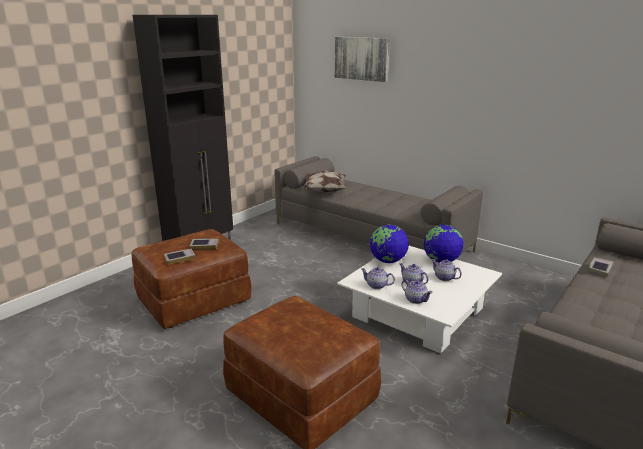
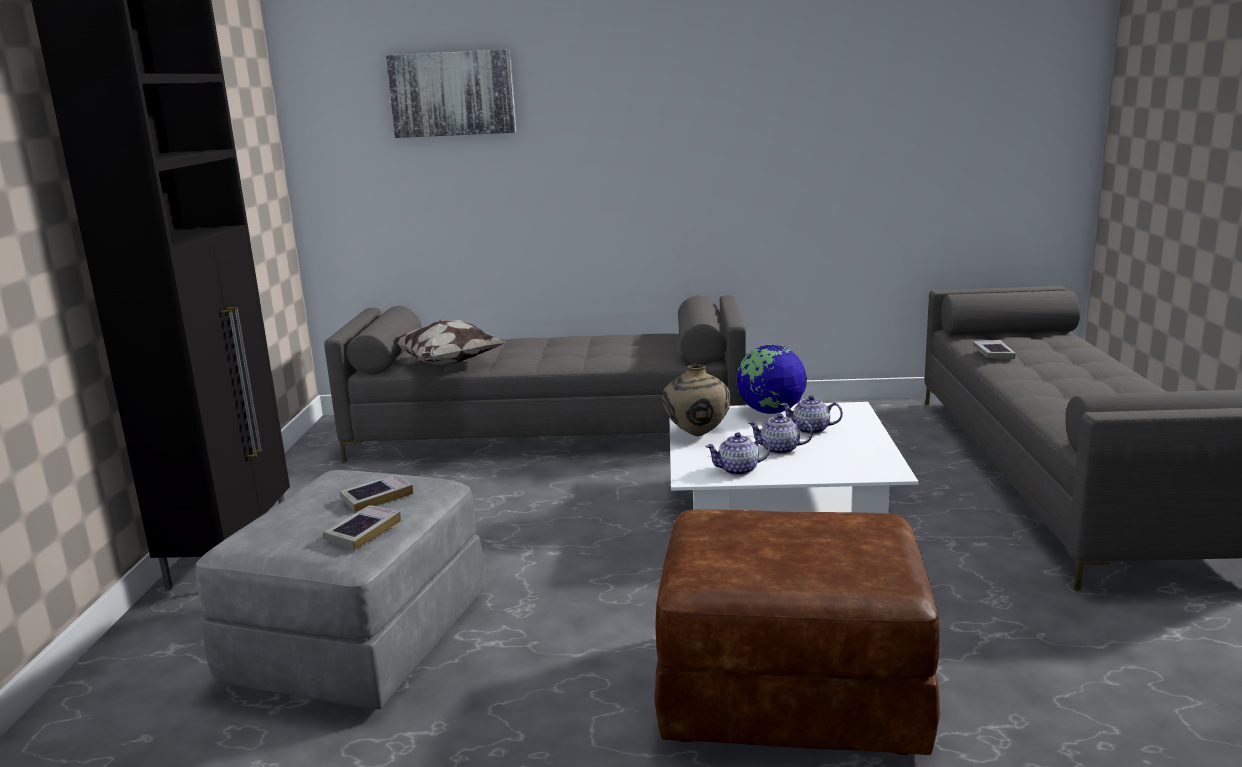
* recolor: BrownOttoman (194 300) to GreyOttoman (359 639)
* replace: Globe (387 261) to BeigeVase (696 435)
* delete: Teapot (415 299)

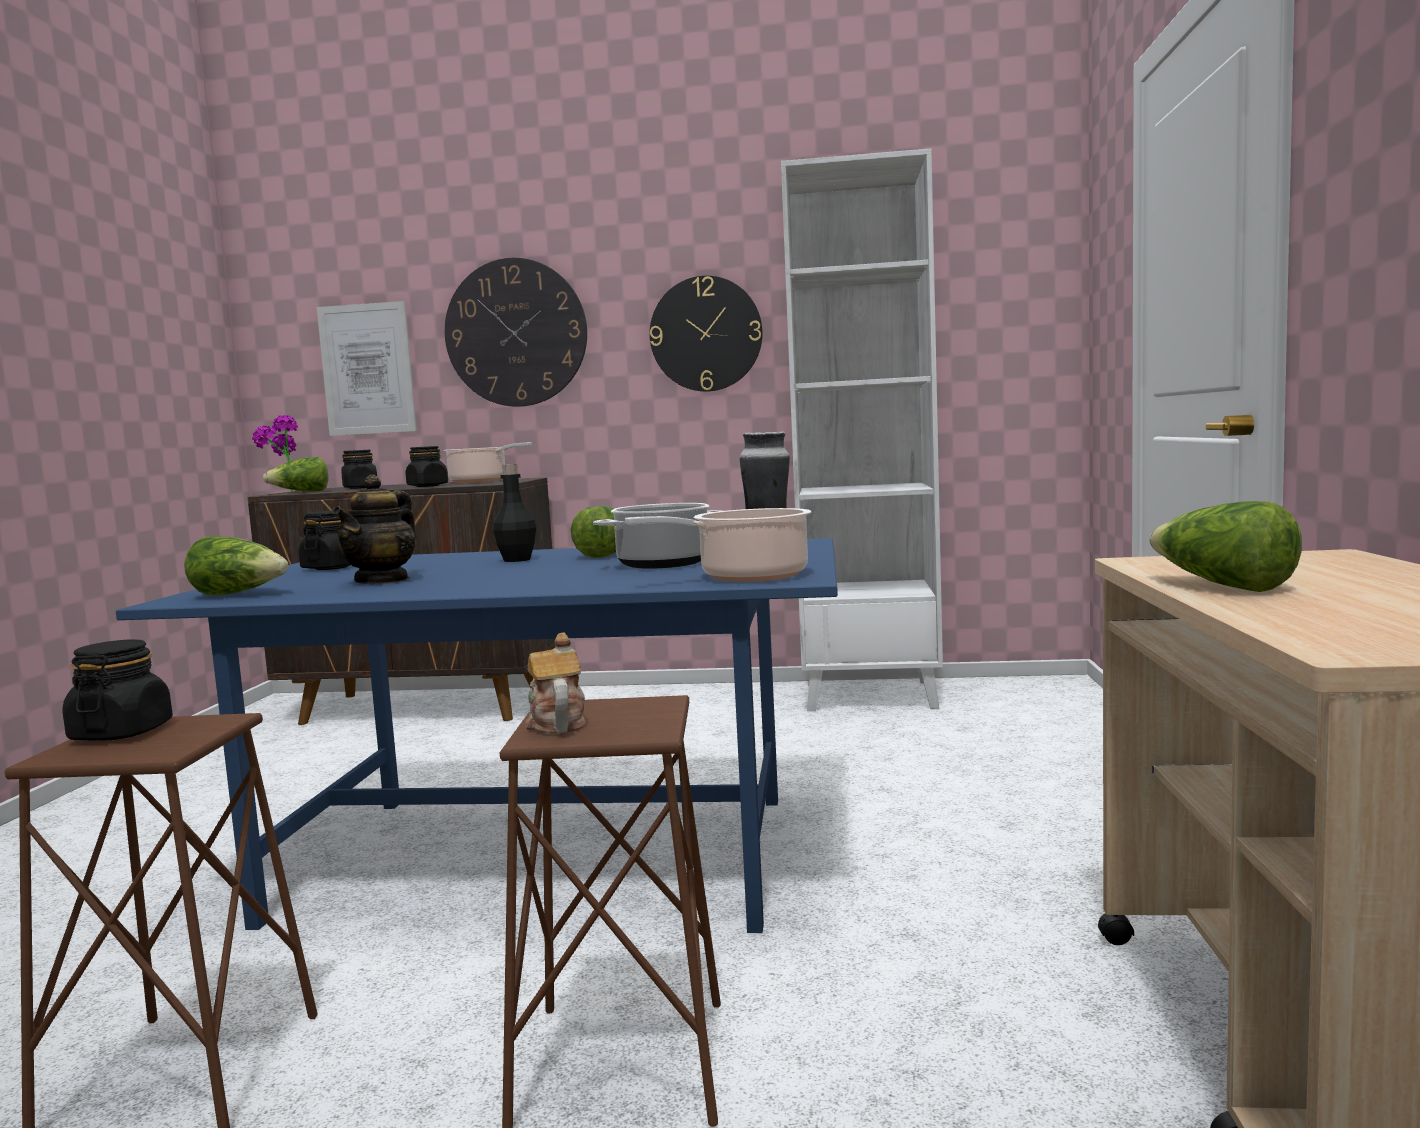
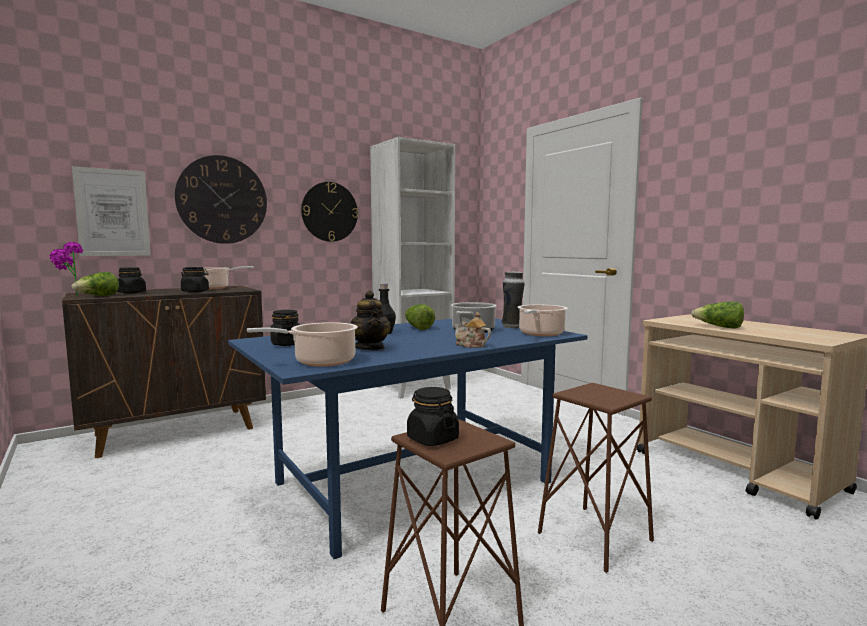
* replace: Lettuce (240 594) to CookingPot (320 362)
* move: Teapot (556 723) to (470 345)

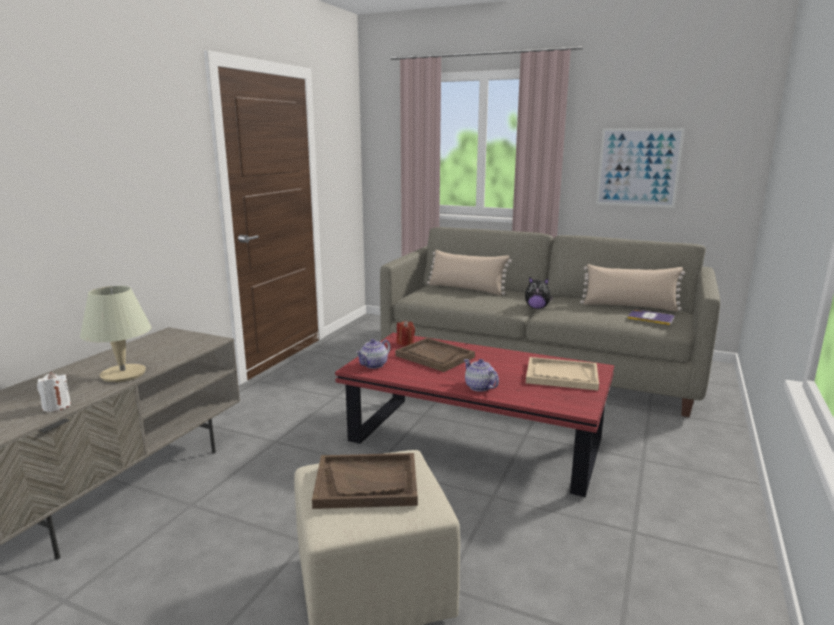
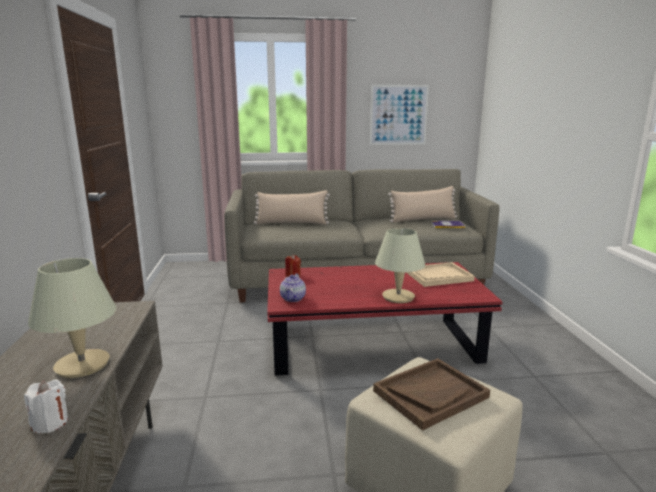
* delete: BrownTray (434 356)
* replace: Teapot (479 387) to BeigeTableLamp (398 297)
* delete: PlushToy (537 308)

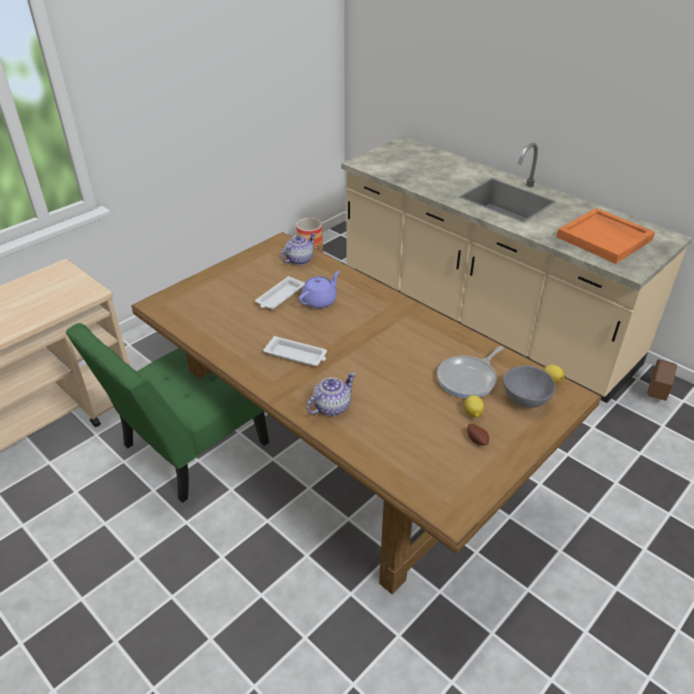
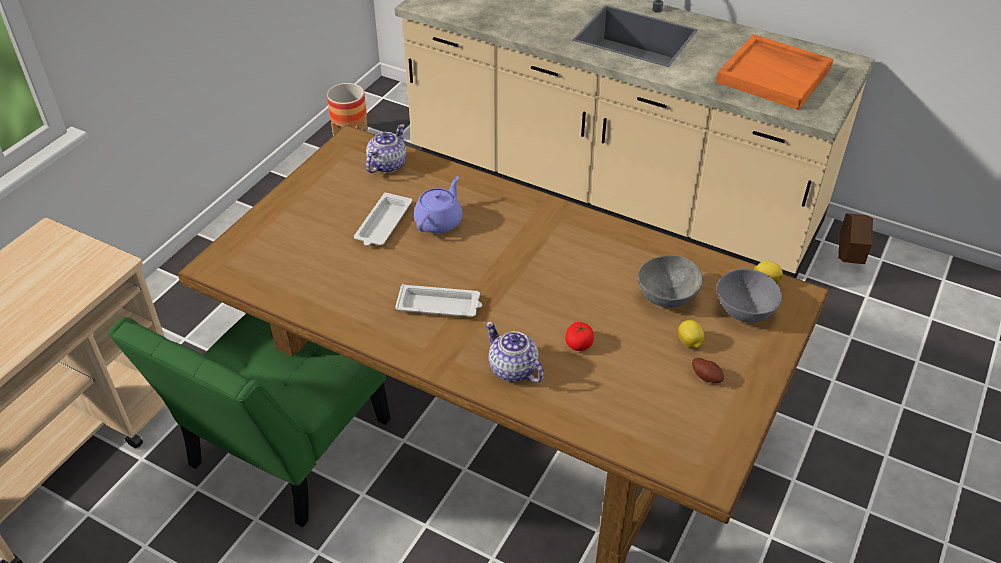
* rotate: Teapot (331 407) = (513 369) 75 degrees counterclockwise
* replace: FryingPan (468 379) to GreyBowl (668 297)
* insert: Tomato (579 344)

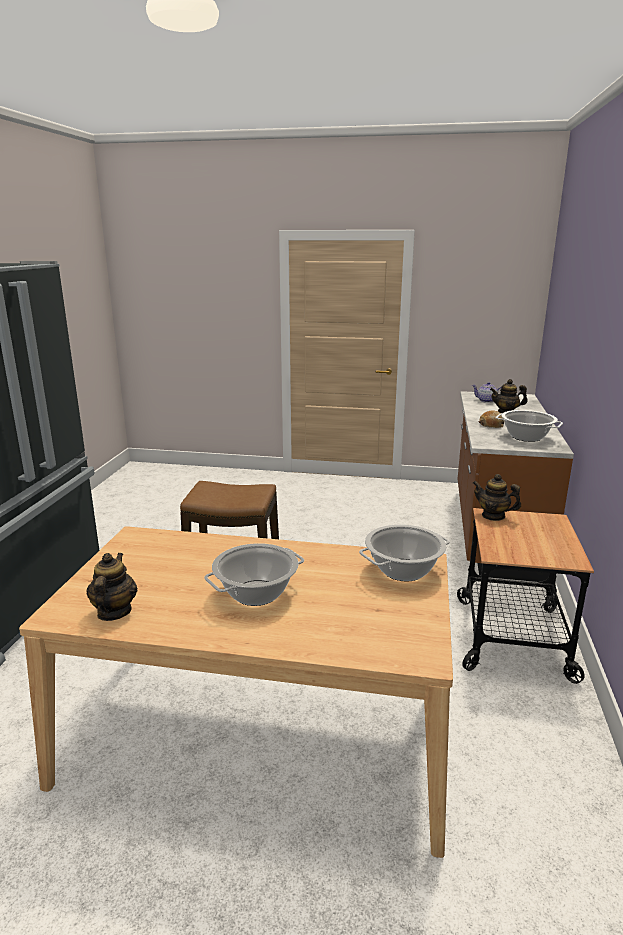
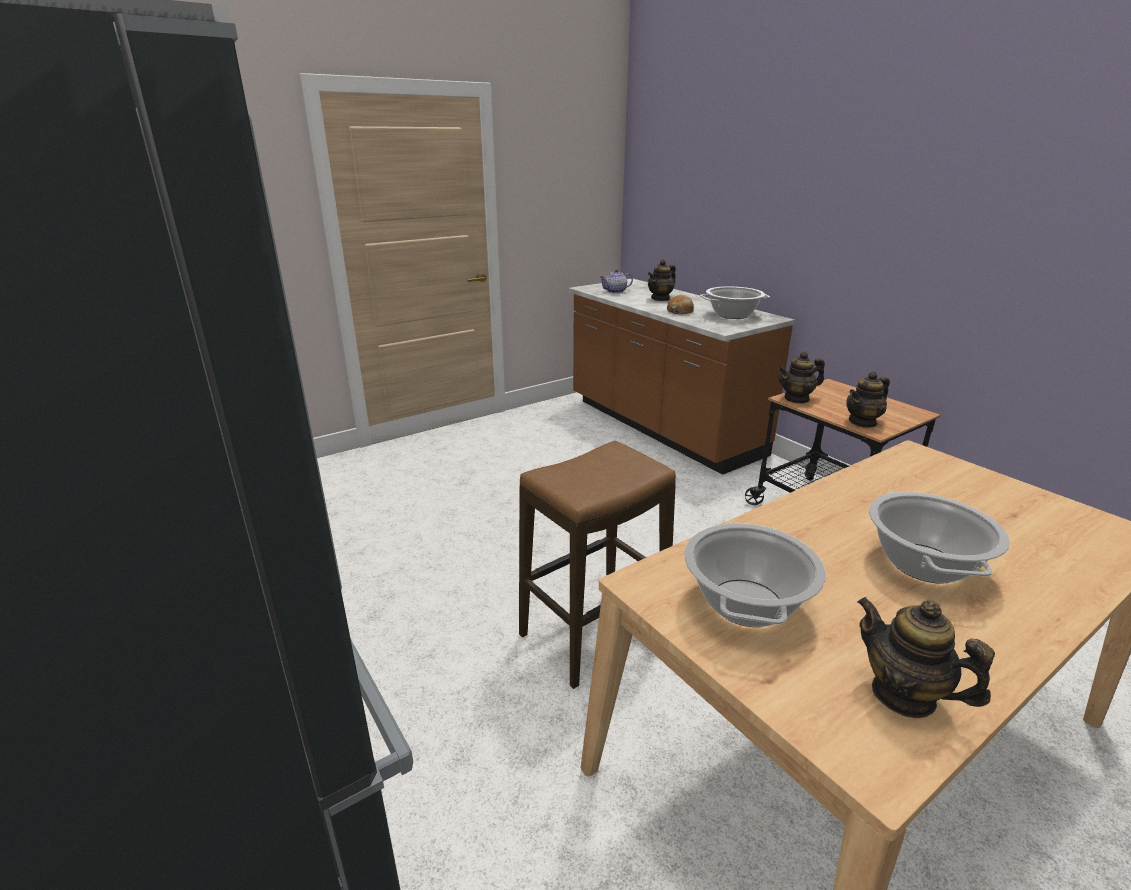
* move: CookingPot (403 570) to (747 604)
* insert: Teapot (862 422)

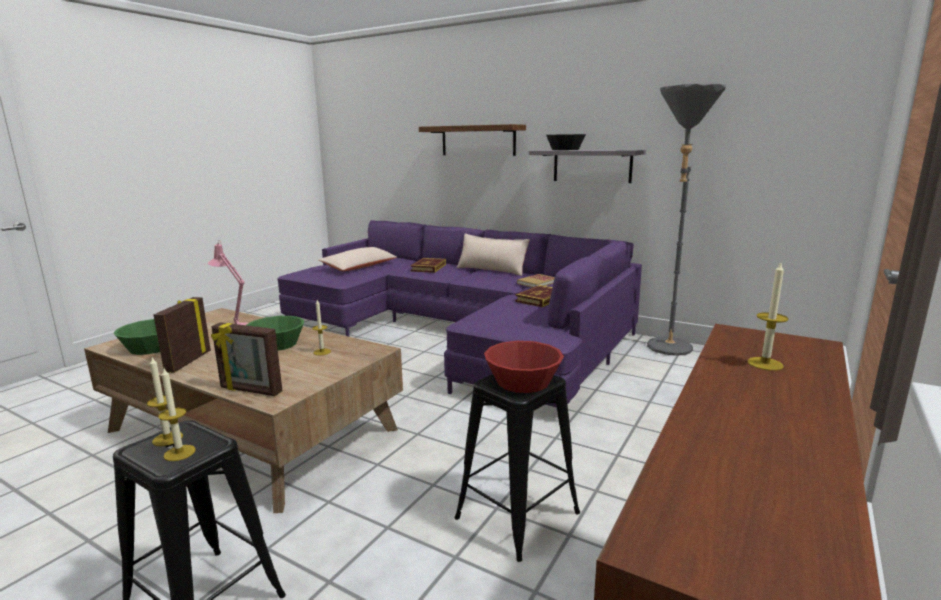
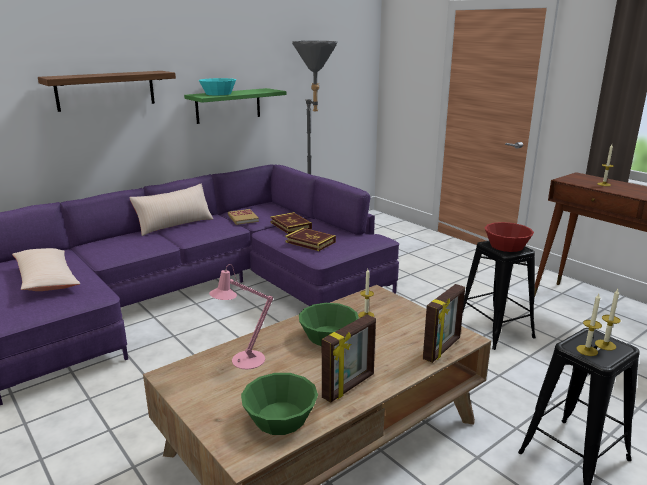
* rotate: PictureFrame (187 361) = (349 386) 75 degrees counterclockwise
* move: Book (428 268) to (310 242)
* recolor: GreyShelf (592 165) to GreenShelf (228 105)
* recolor: BlackBowl (565 149) to TurquoiseBowl (218 94)

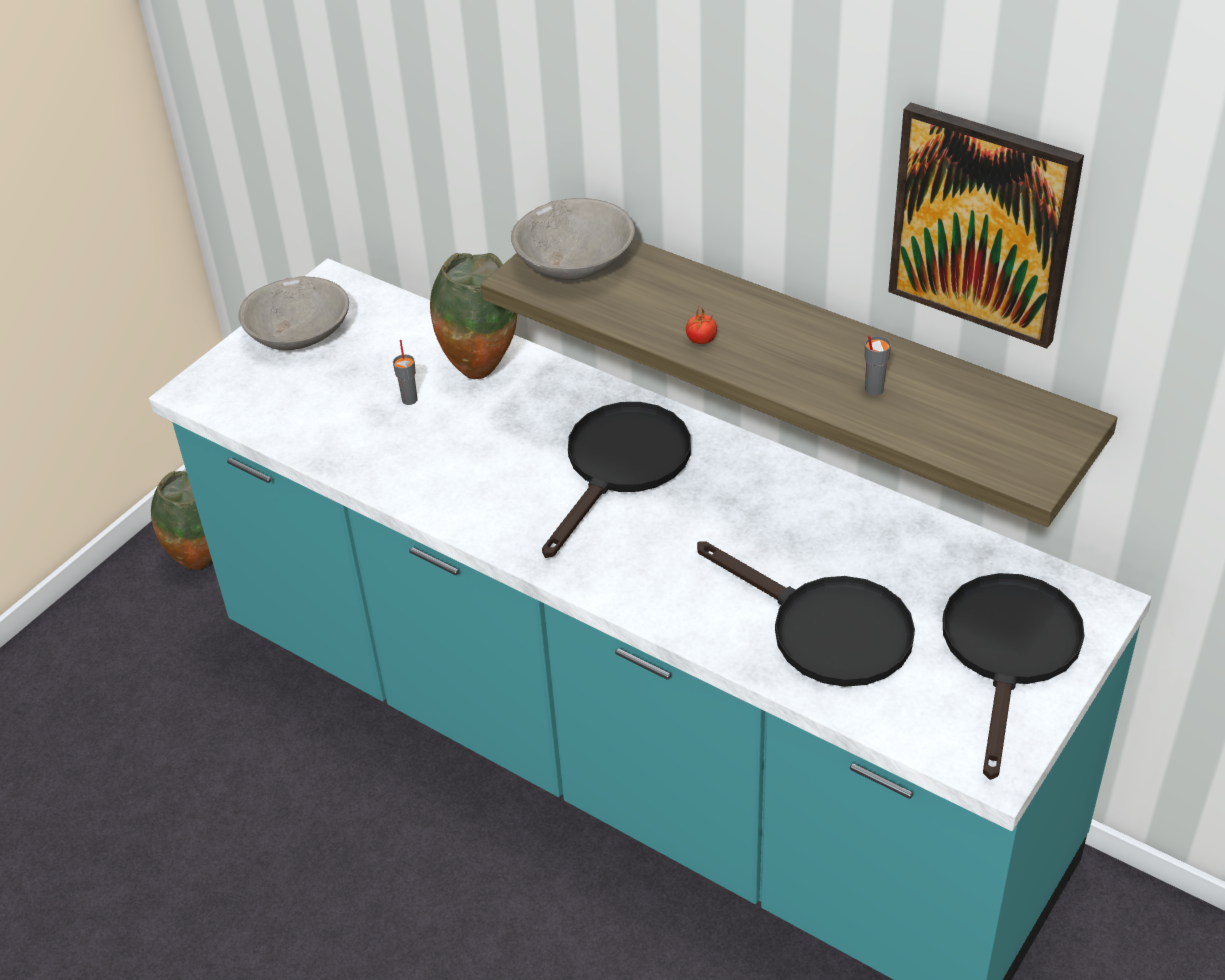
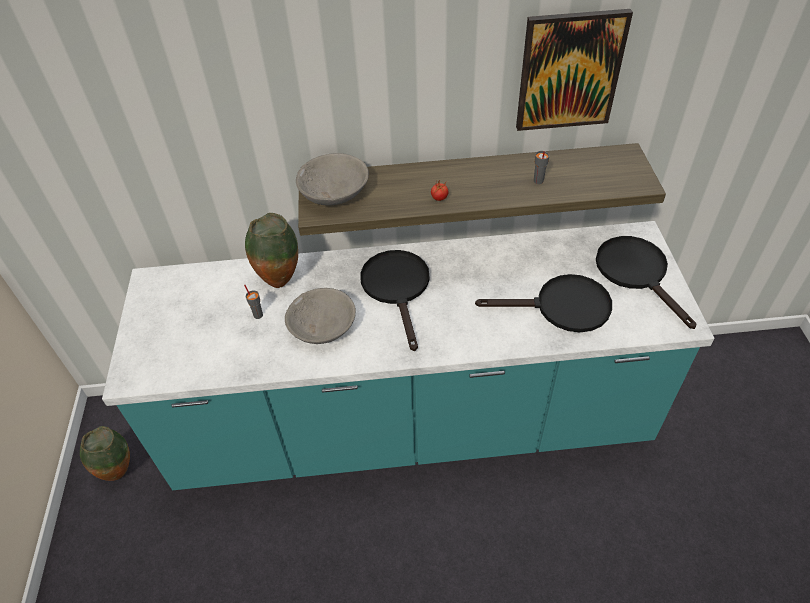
* move: GreyBowl (298 333) to (322 327)

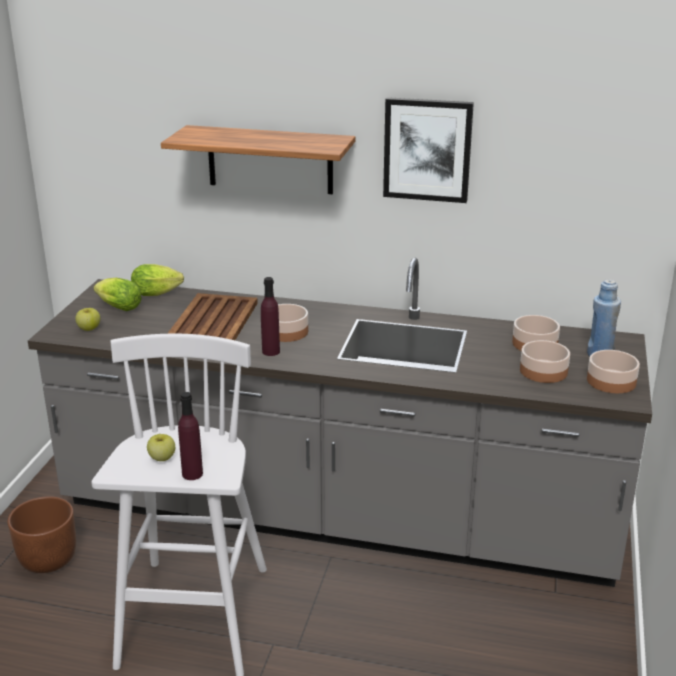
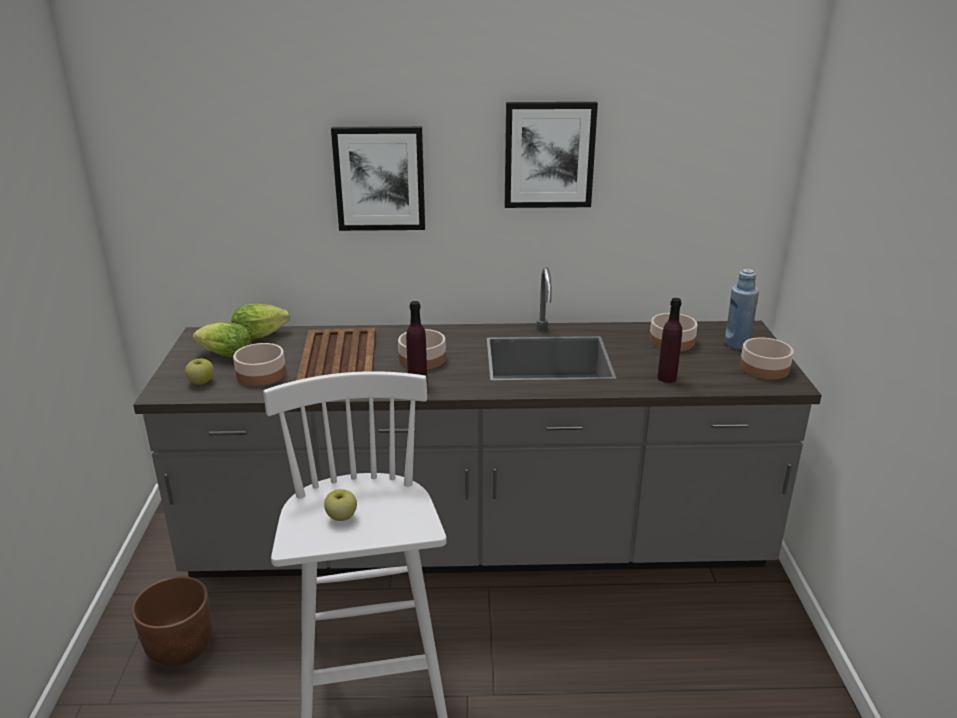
* replace: Shelf (270 160) to Picture (379 178)
* move: PurpleBottle (192 474) to (667 378)
* move: Bowl (542 371) to (260 374)

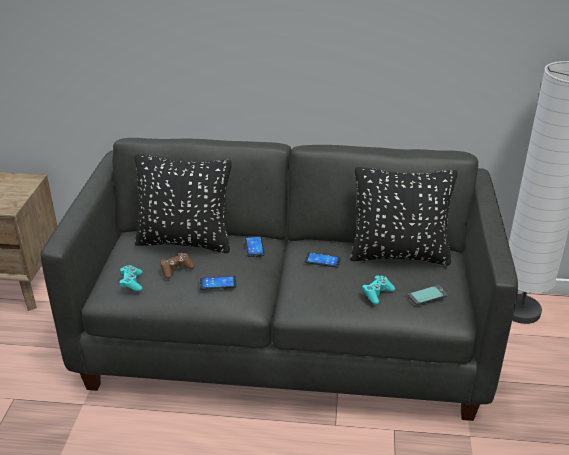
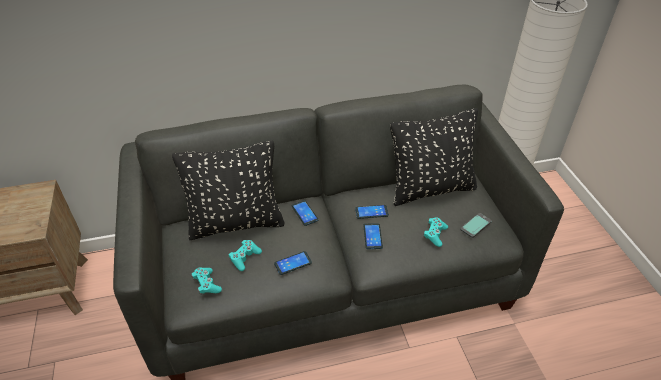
* recolor: BrownGameController (176 269) to TurquoiseGameController (245 258)
* insert: Phone (372 236)

